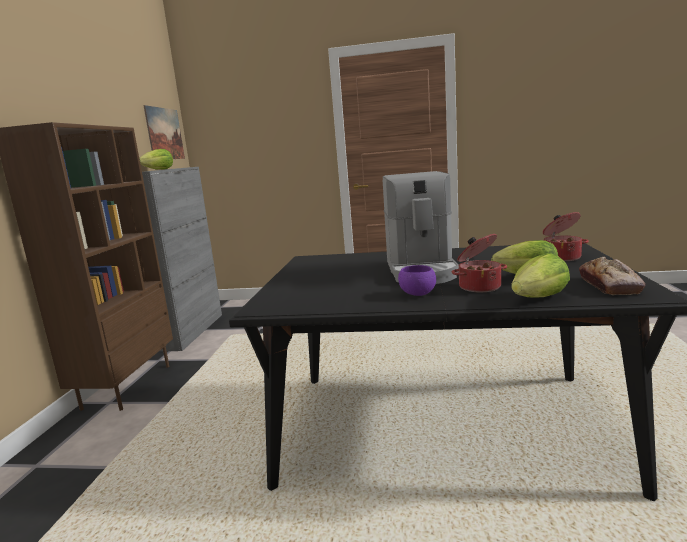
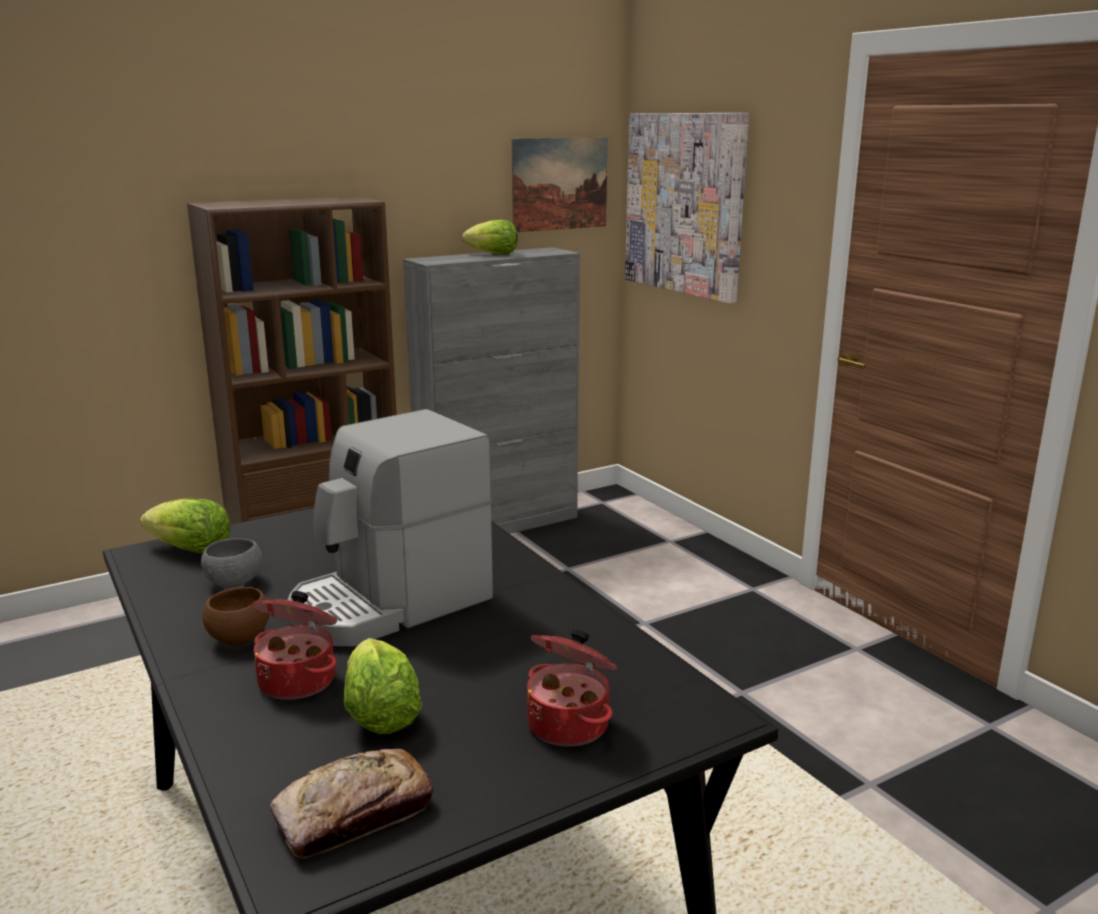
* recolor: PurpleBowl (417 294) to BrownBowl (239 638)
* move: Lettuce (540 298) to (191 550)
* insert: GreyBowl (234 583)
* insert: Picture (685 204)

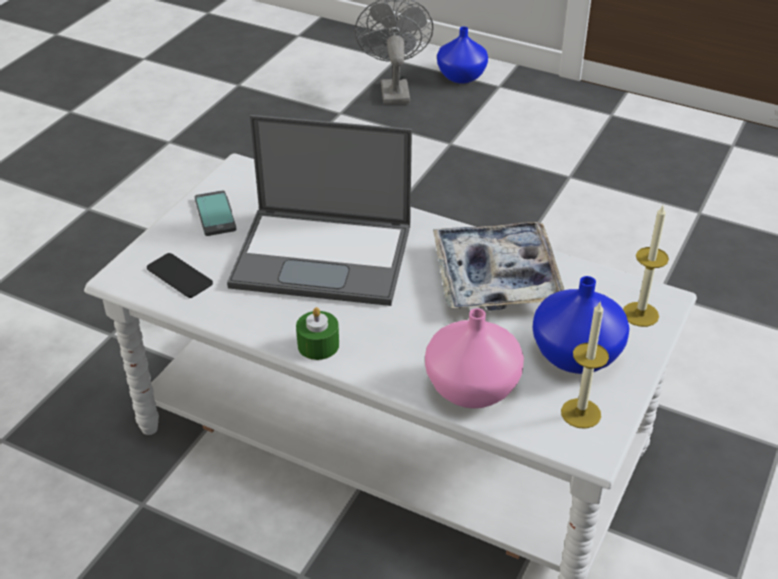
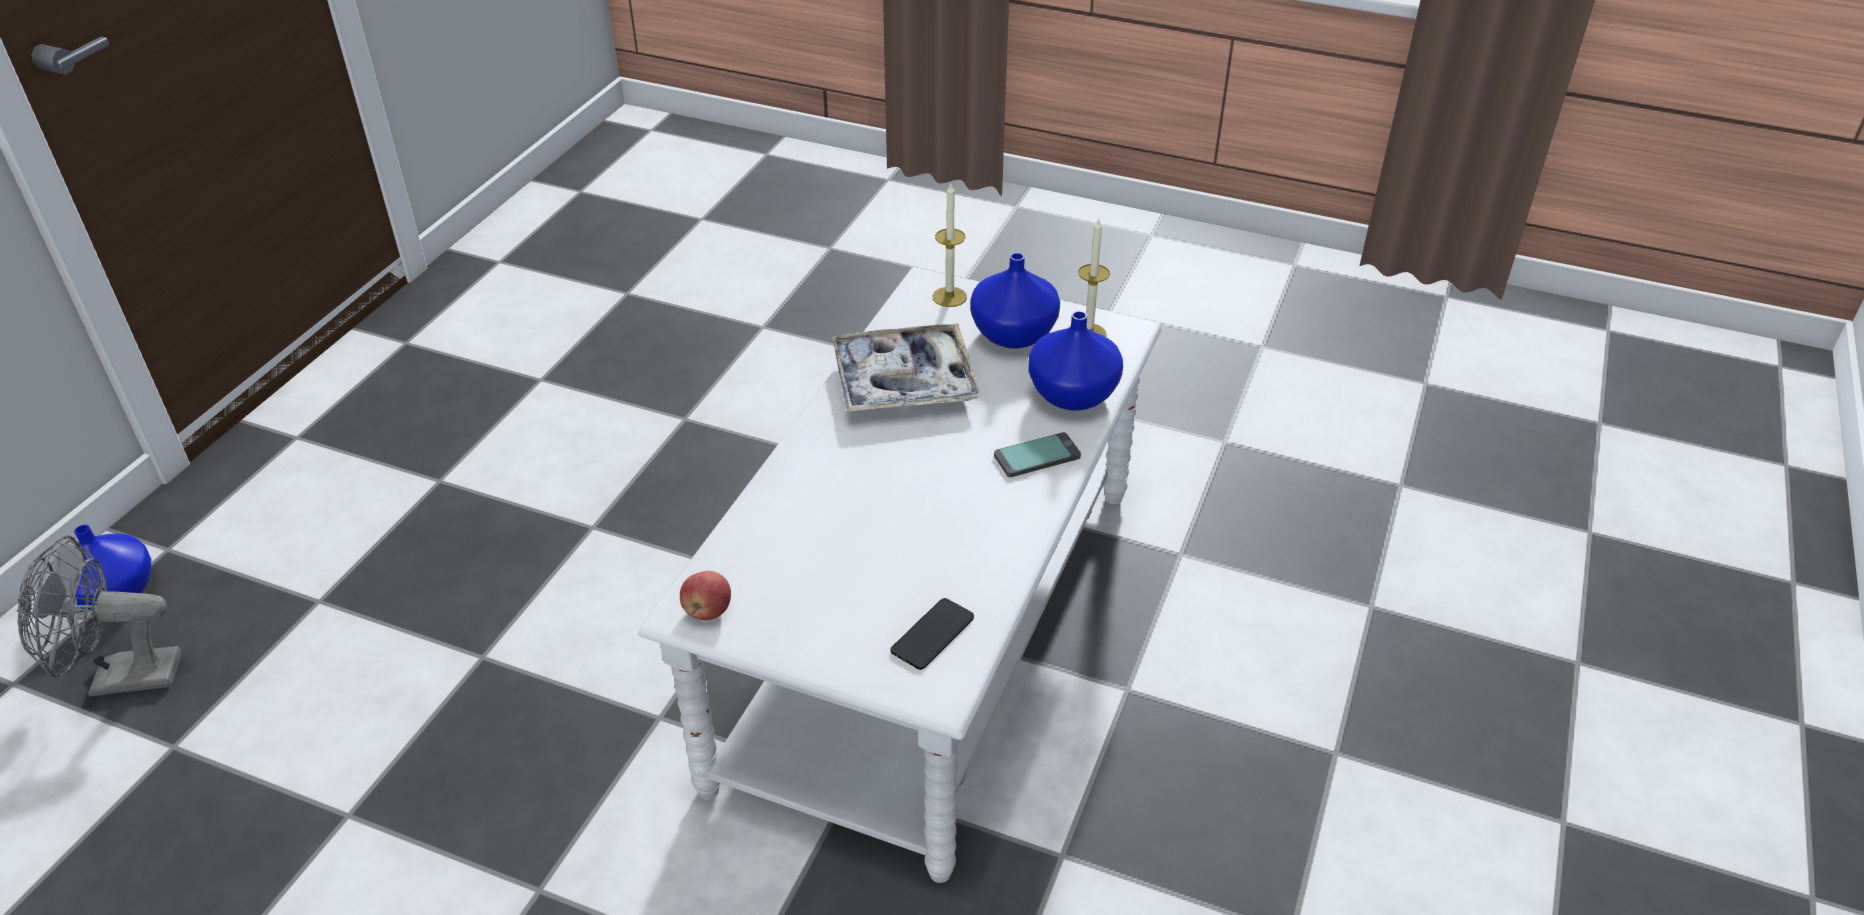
* move: Phone (215 214) to (1037 456)
* delete: Laptop (325 256)
* delete: GreenCandle (318 345)
* recolor: PinkVase (470 389) to BlueVase (1074 395)
* insert: Apple (707 611)

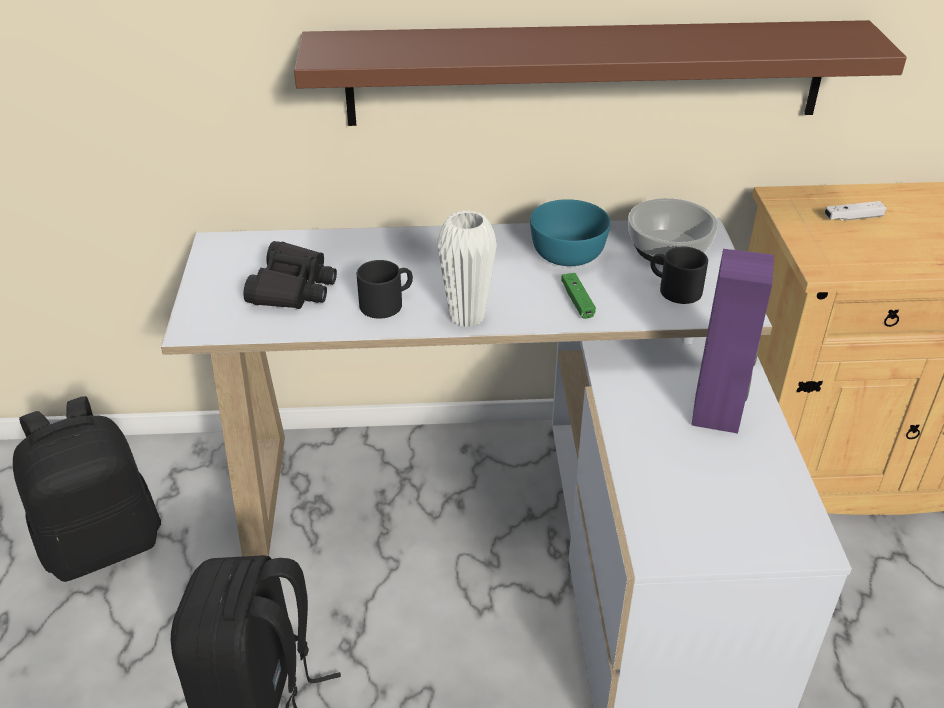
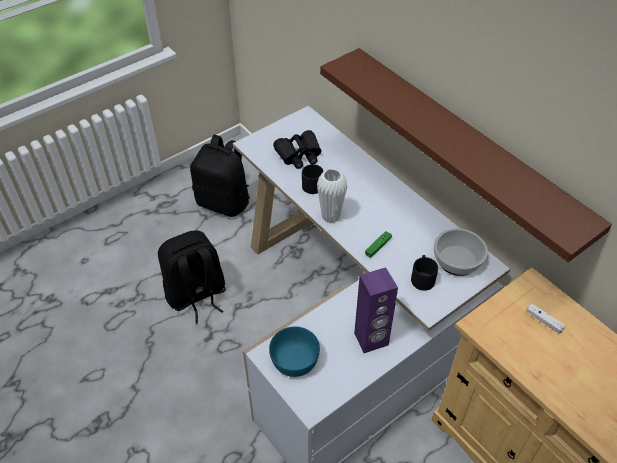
* move: TurquoiseBowl (566 253) to (294 360)

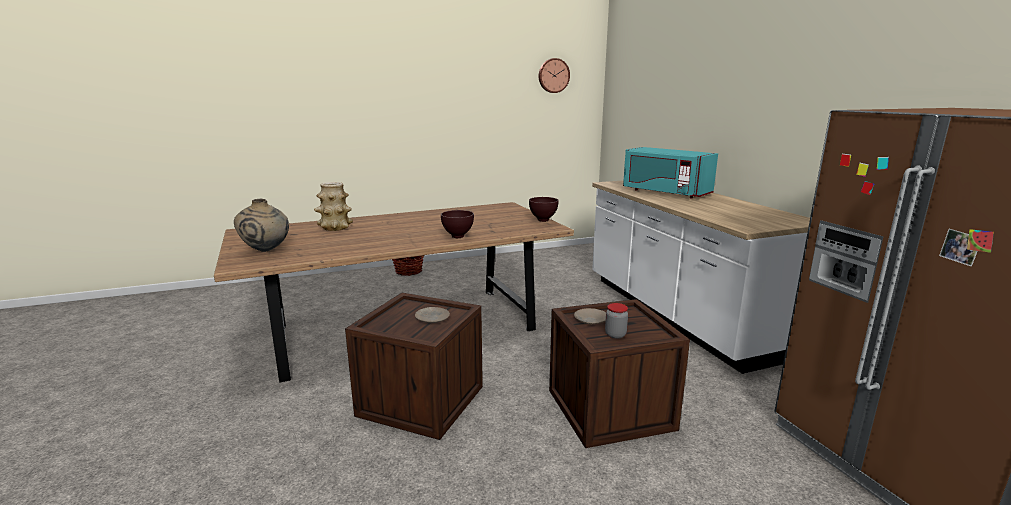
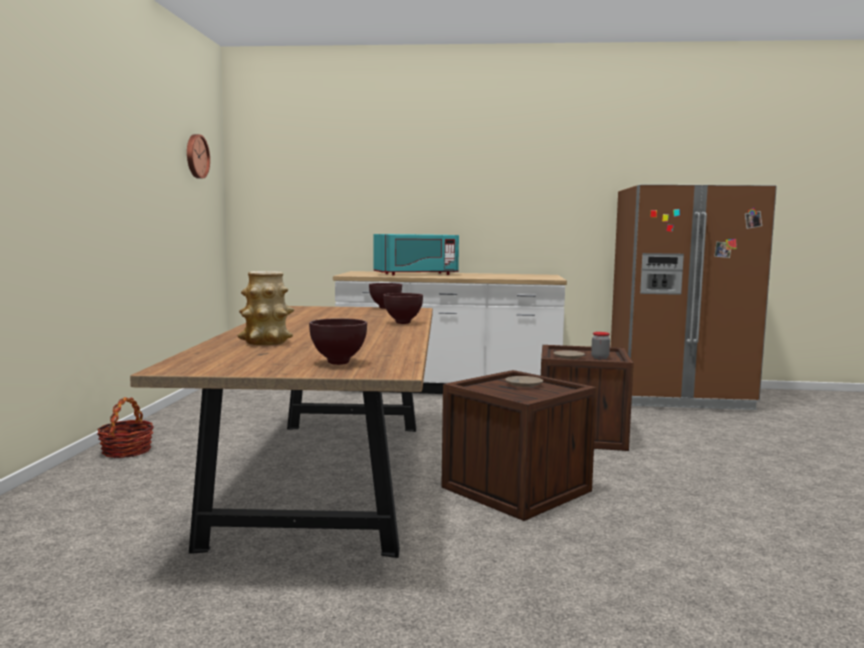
* replace: BeigeVase (266 251) to BrownBowl (337 363)

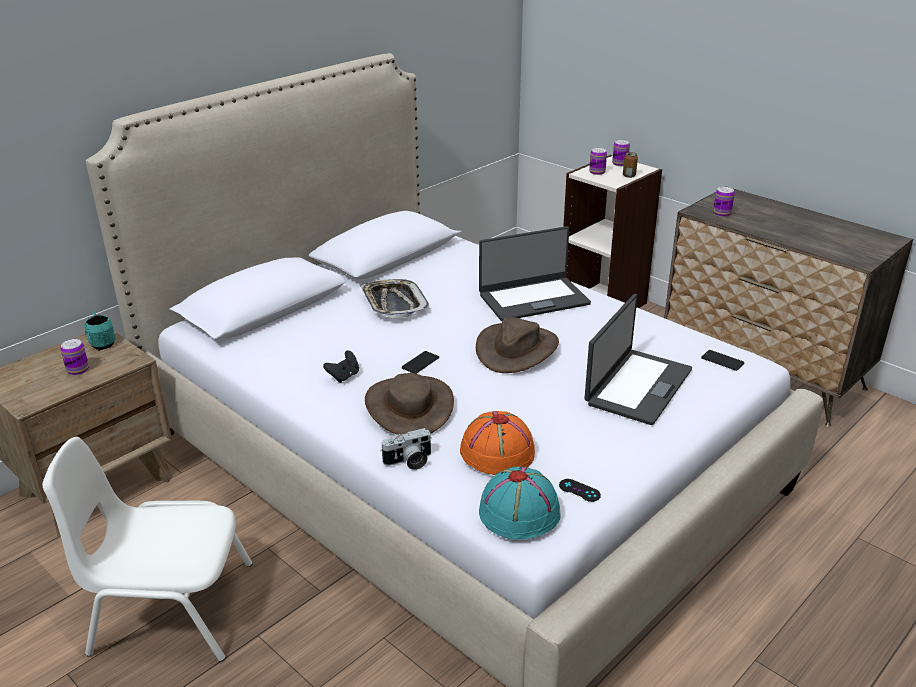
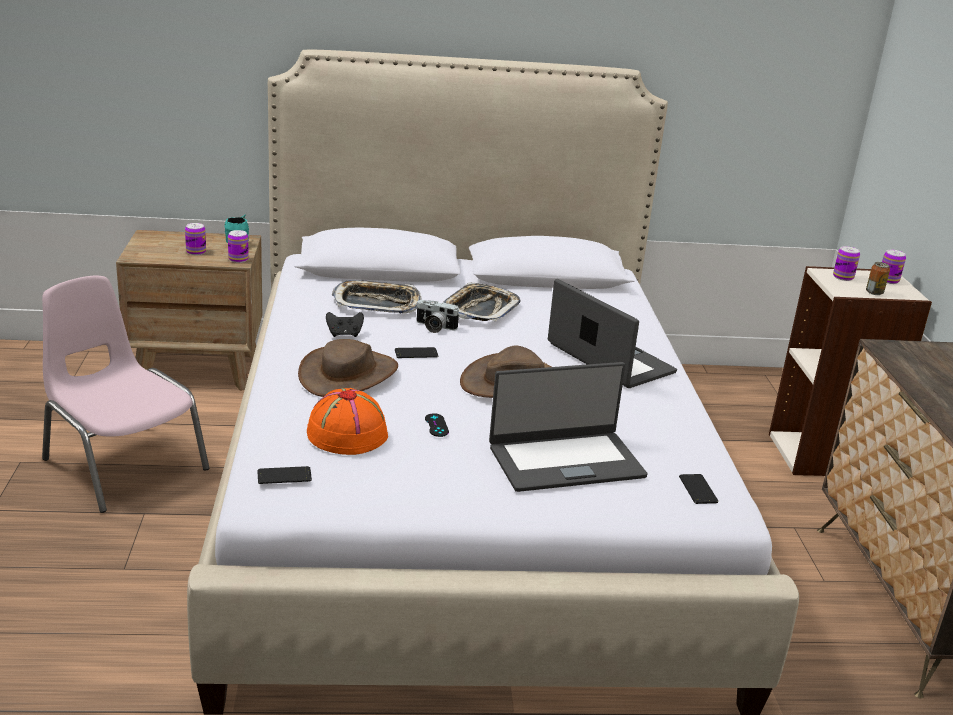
* recolor: WhiteChair (170 608) to PinkChair (123 464)
* move: PhotoCamera (409 461) to (434 327)
* rotate: Laptop (533 299) = (609 359) 150 degrees counterclockwise
* replace: TurquoiseHat (520 511) to Phone (284 476)
* move: BlackGameController (579 490) to (436 425)
* move: Can (721 213) to (238 259)
* insert: Tray (376 303)

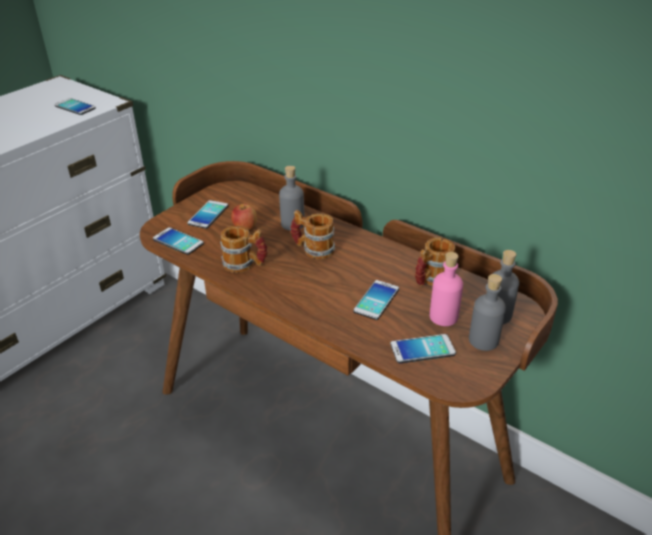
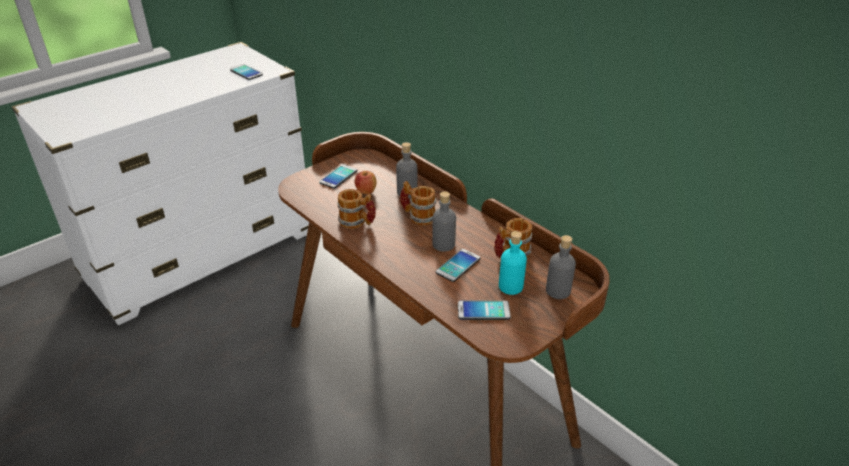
* delete: Phone (178 241)
* recolor: PinkBottle (443 317) to TurquoiseBottle (510 286)
* move: GreyBottle (483 340) to (443 244)

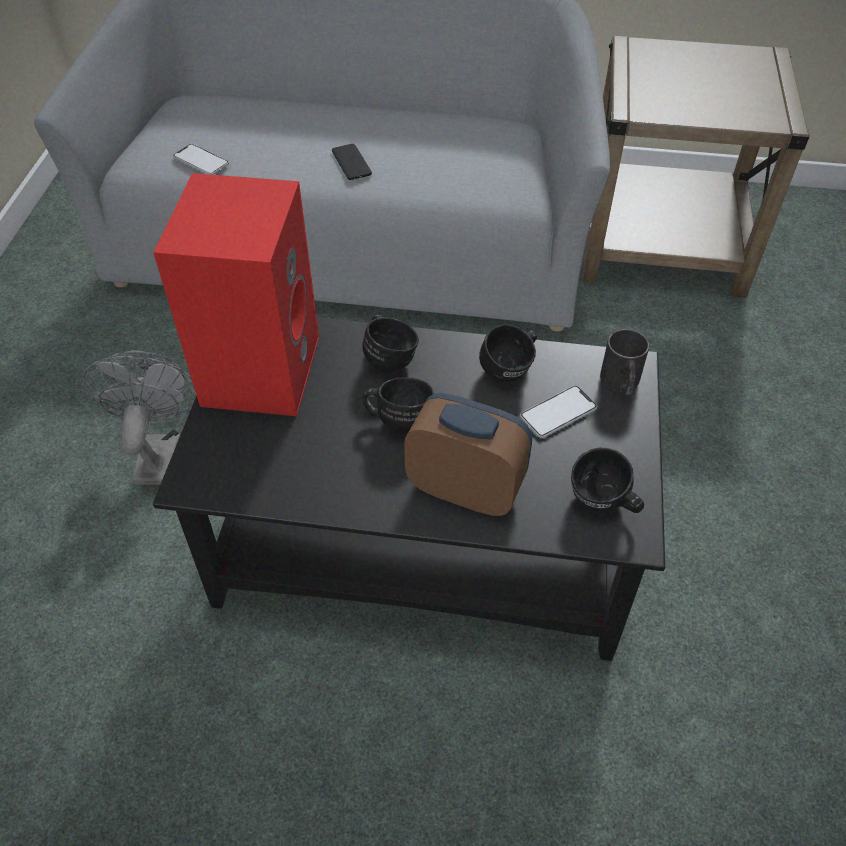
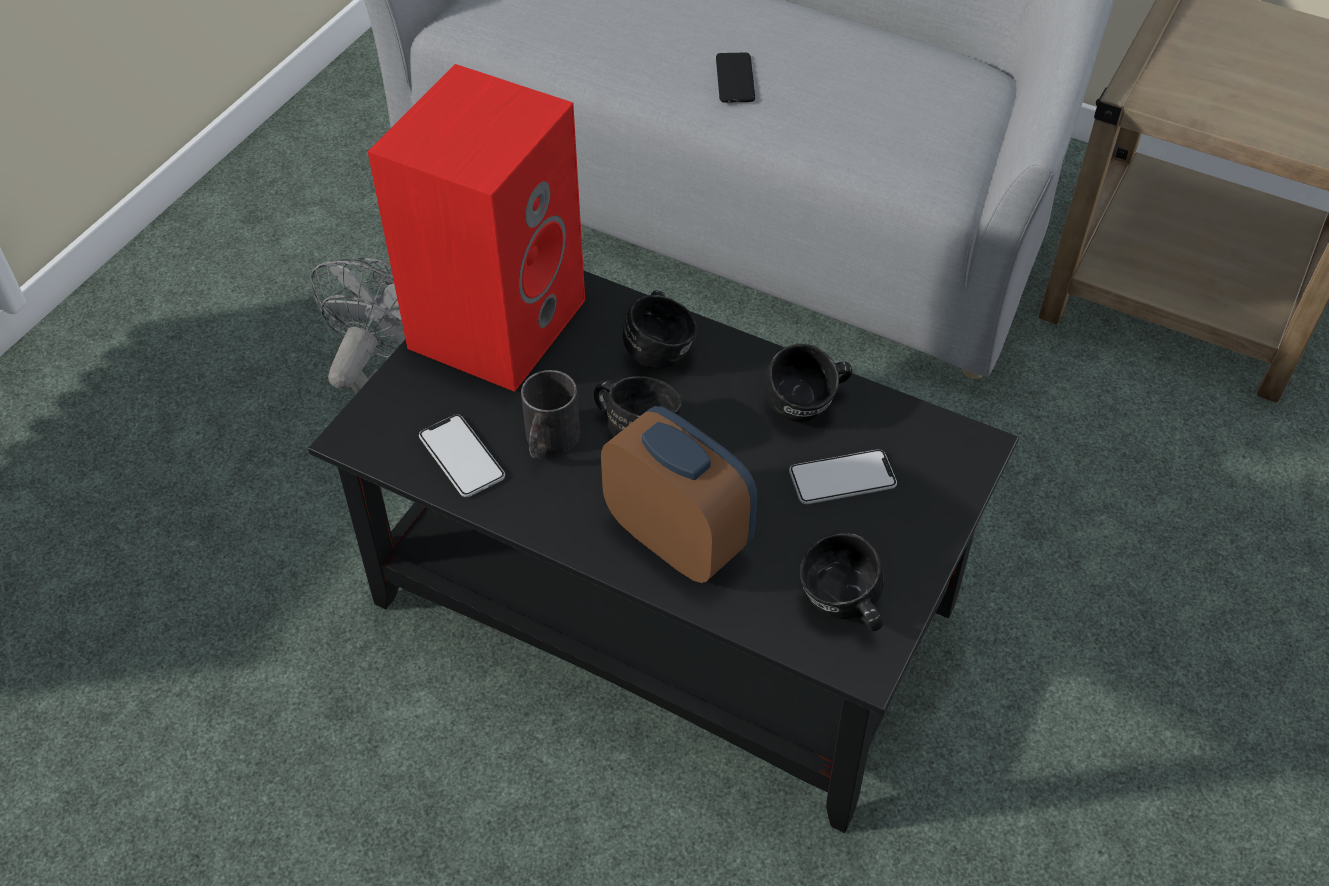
* move: Phone (201 161) to (462 457)
* move: BlackMug (621 383) to (548 442)

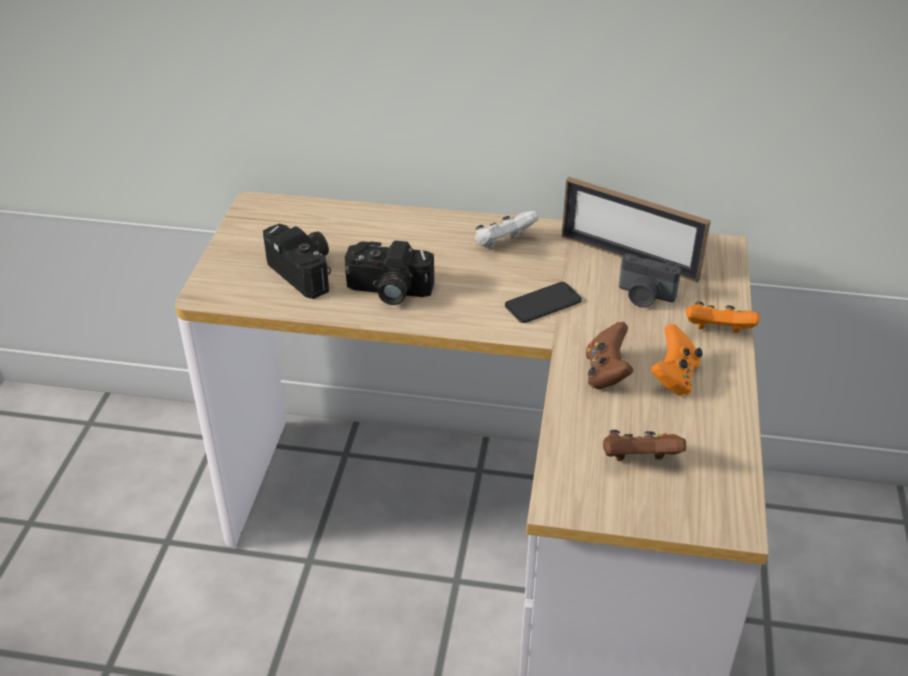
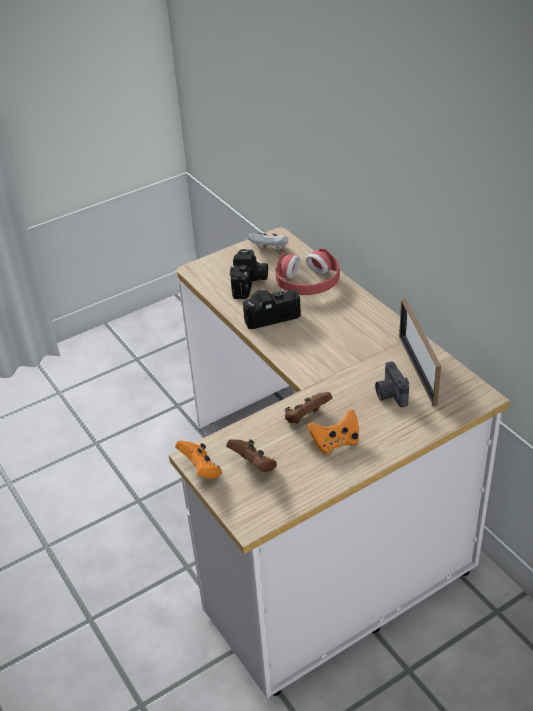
* rotate: PhotoCamera (388 291) = (270 314) 105 degrees clockwise
* move: WhiteGameController (503 243) to (270 249)
* delete: Phone (543 303)
* move: OrangeGameController (718 332) to (201 470)
* insert: RedHeadphones (307 282)

